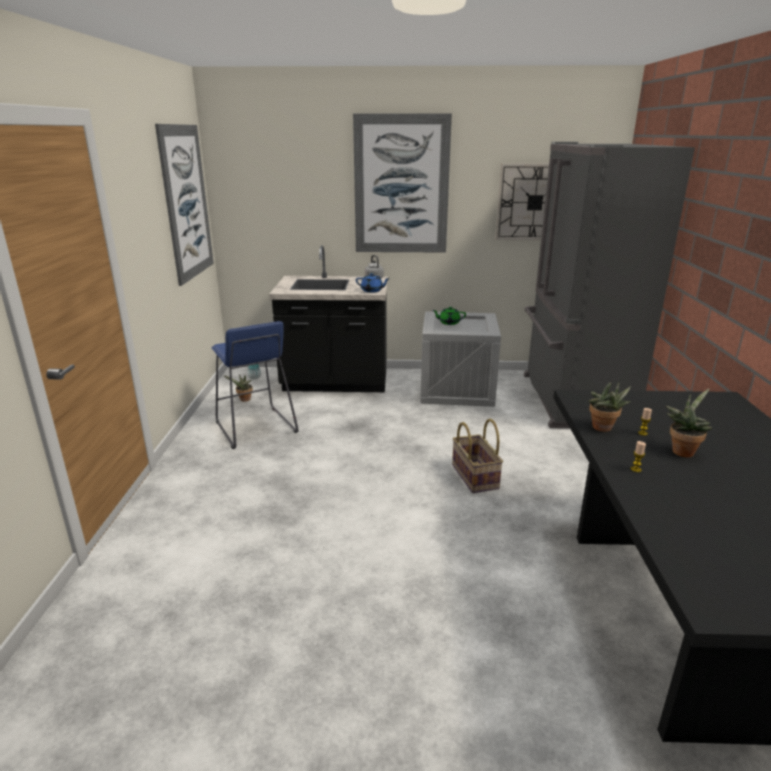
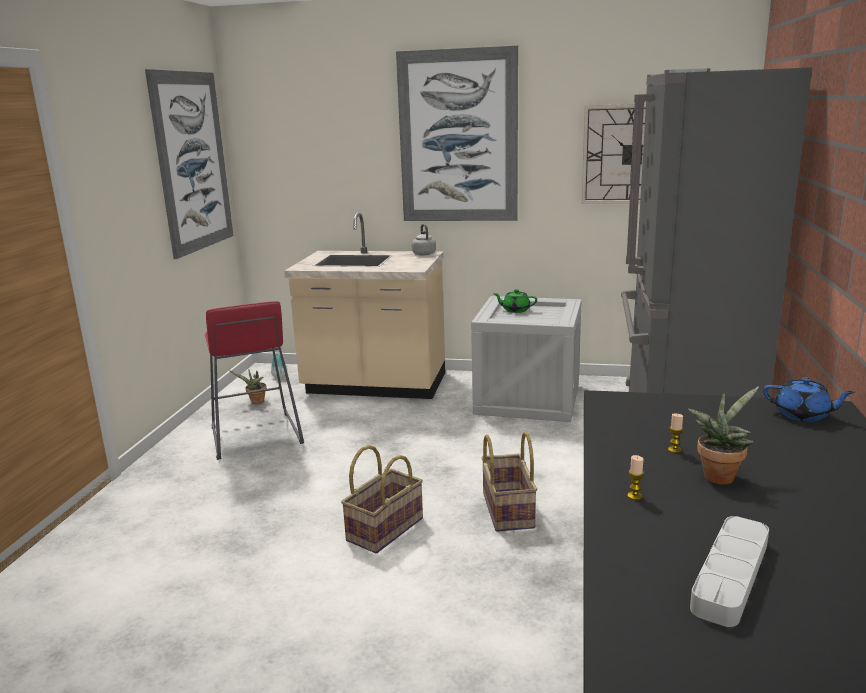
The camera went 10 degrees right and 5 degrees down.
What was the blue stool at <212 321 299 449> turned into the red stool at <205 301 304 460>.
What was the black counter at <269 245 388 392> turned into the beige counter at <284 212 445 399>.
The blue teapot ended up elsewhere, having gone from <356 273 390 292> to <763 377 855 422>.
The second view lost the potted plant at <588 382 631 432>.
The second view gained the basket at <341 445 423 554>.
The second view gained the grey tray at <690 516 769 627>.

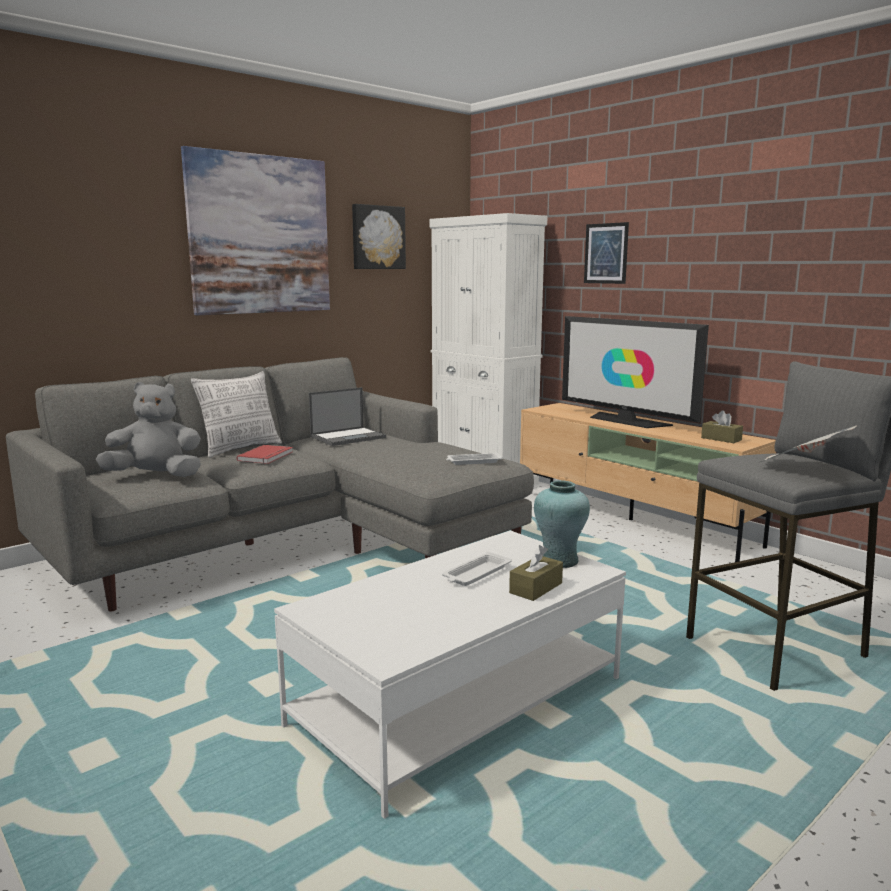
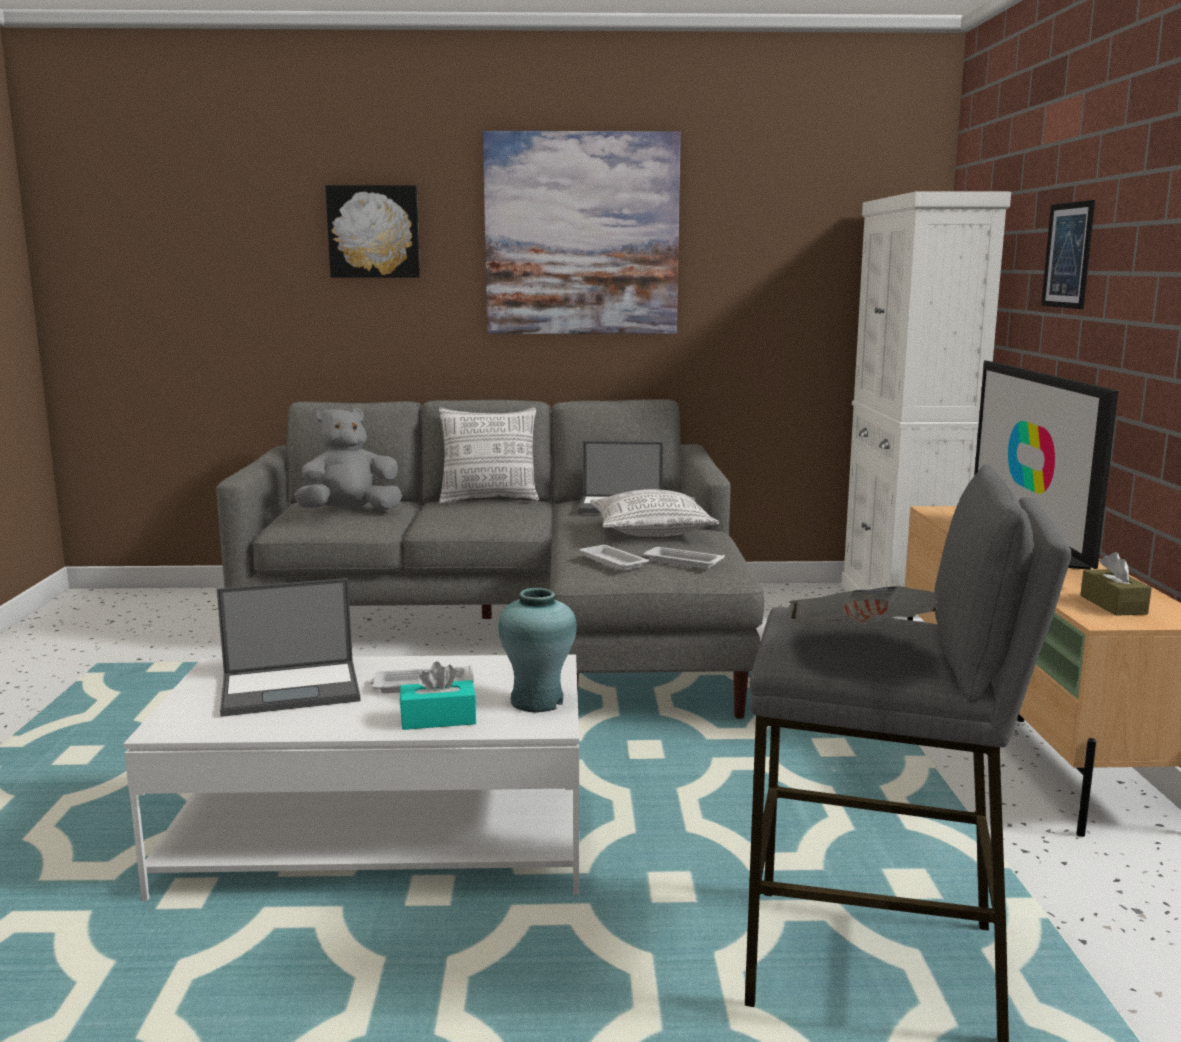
The camera went 40 degrees right and 0 degrees up.
The grey plush toy at <96 382 201 477> ended up facing another way, 60 degrees counterclockwise from before.
The second view lost the red book at <236 445 293 464>.
The picture ended up elsewhere, having gone from <352 204 406 269> to <325 185 420 278>.
What was the brown tissue box at <509 545 563 601> turned into the turquoise tissue box at <400 661 477 730>.
The second view gained the laptop at <217 578 361 717>.
The second view gained the white tray at <580 545 649 571>.
The second view gained the pillow at <590 489 719 537>.

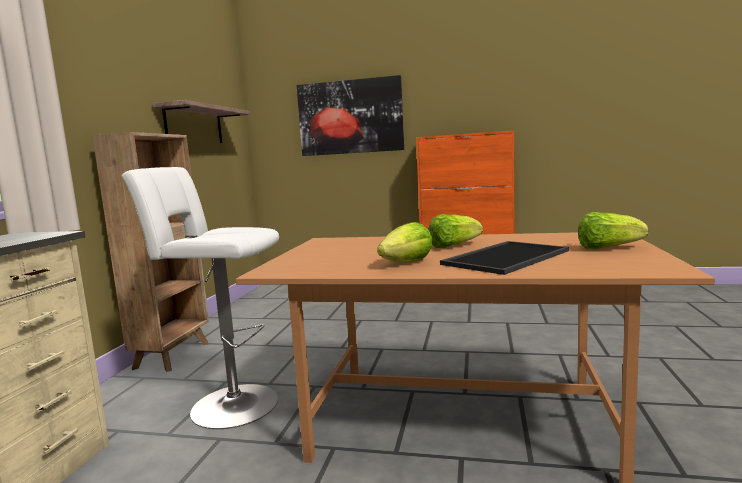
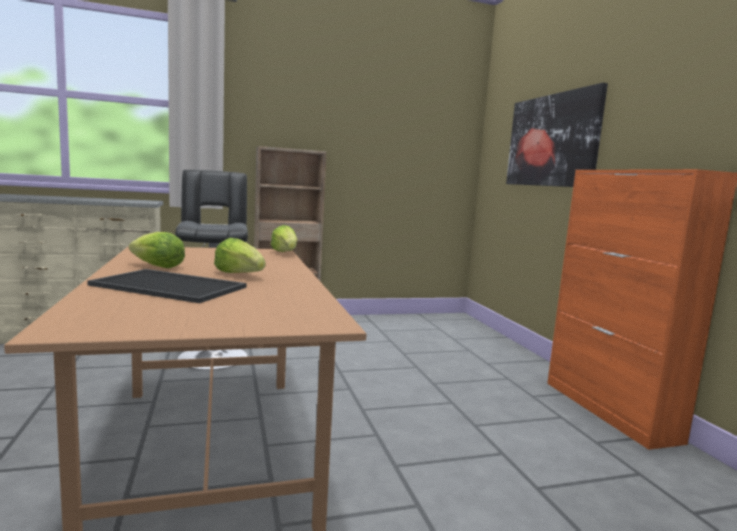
The camera went 60 degrees right and 0 degrees up.
What was the white stool at <121 167 279 429> turned into the black stool at <175 170 248 370>.
The second view lost the shelf at <153 100 251 143>.
The lettuce ended up elsewhere, having gone from <578 212 648 249> to <271 225 297 252>.

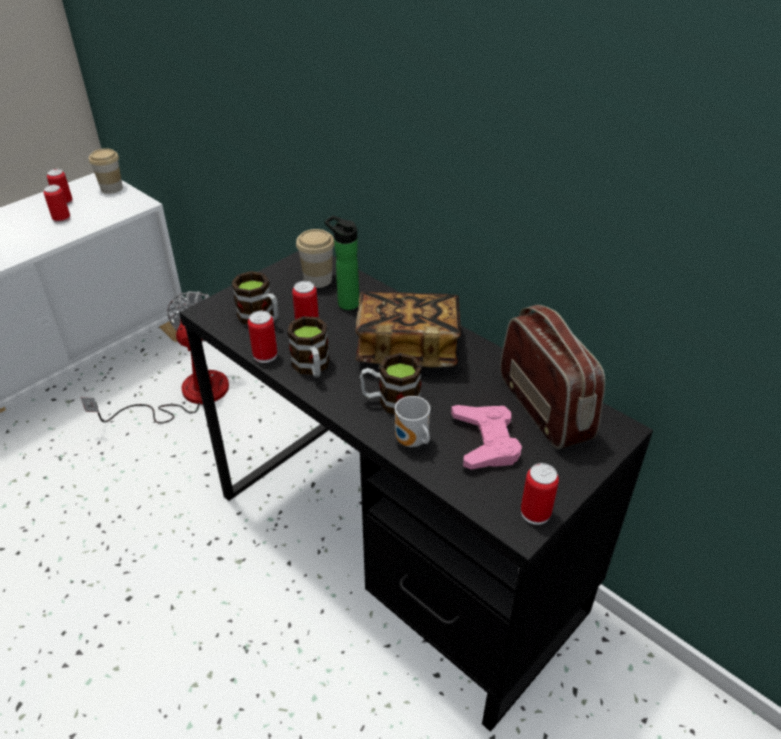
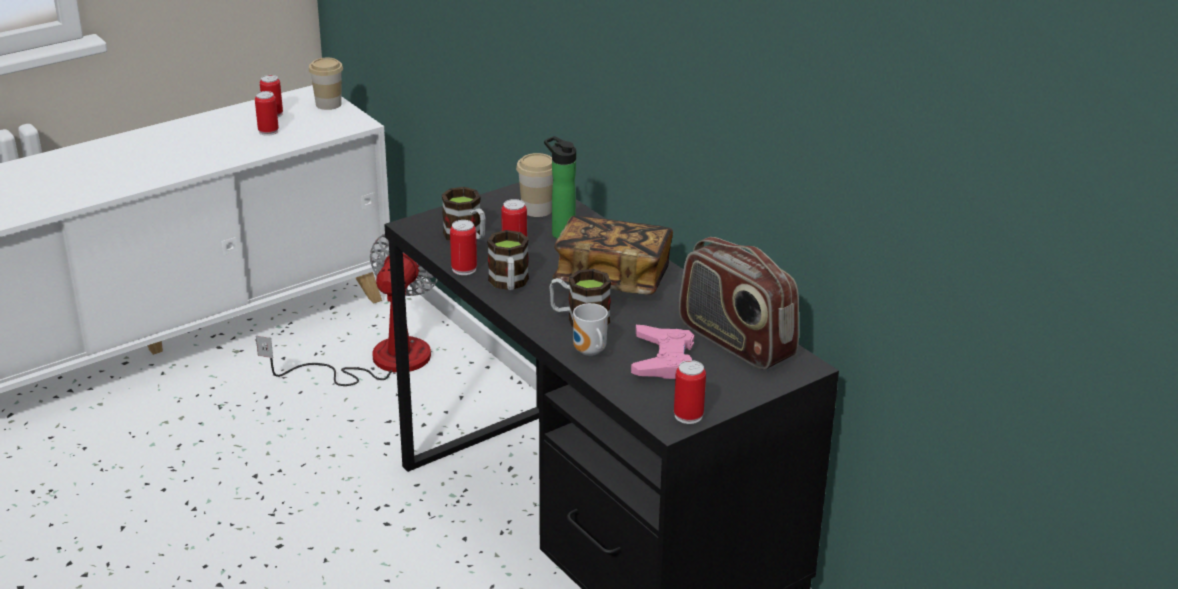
The camera went 10 degrees right and 10 degrees down.
The radio at <500 305 605 449> ended up facing another way, 150 degrees clockwise from before.

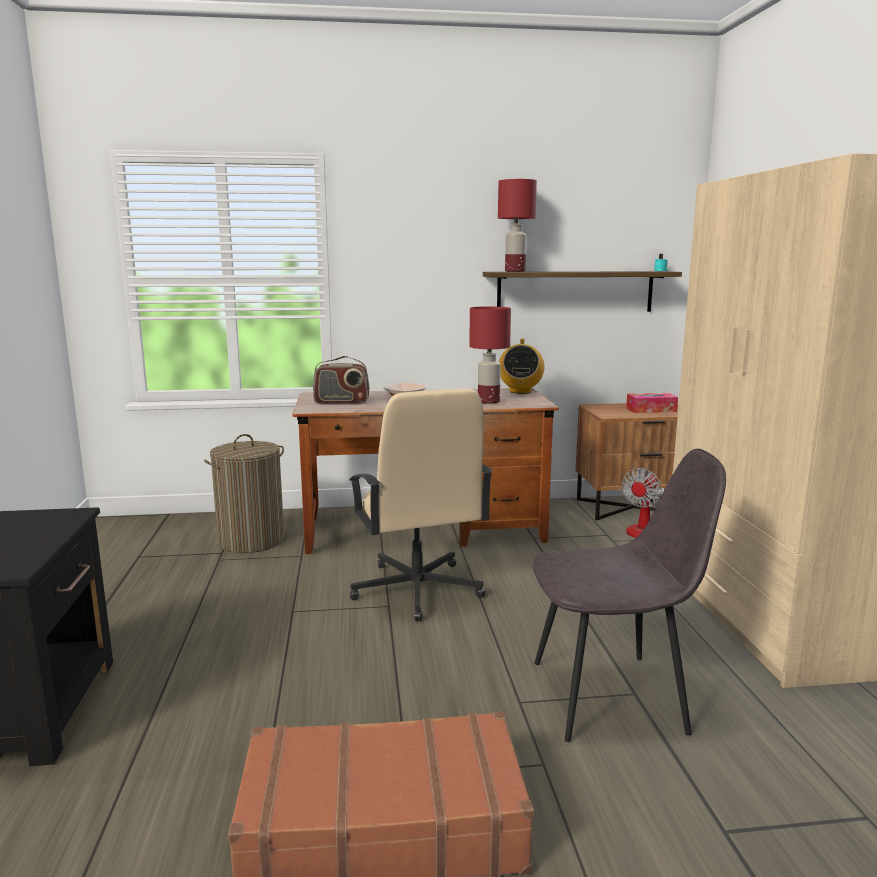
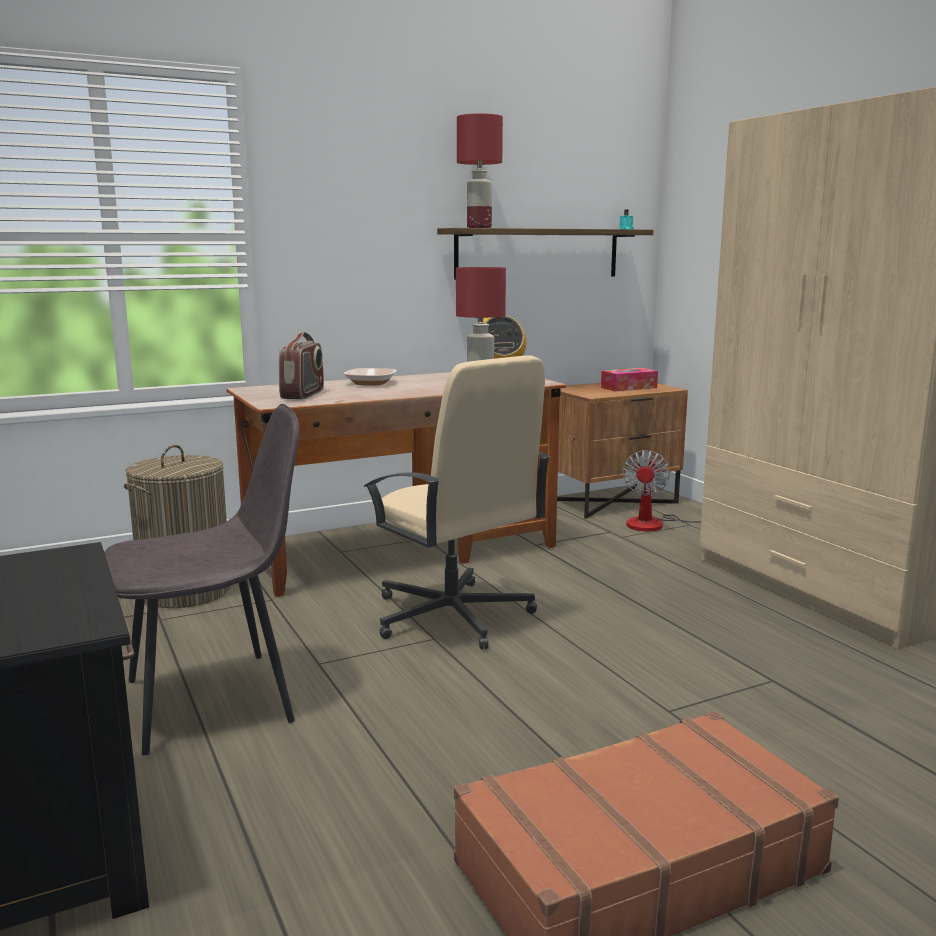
The camera went 20 degrees left and 0 degrees up.
The radio at <313 356 370 405> ended up facing another way, 60 degrees counterclockwise from before.
The grey chair ended up elsewhere, having gone from <532 449 726 742> to <104 404 299 755>.

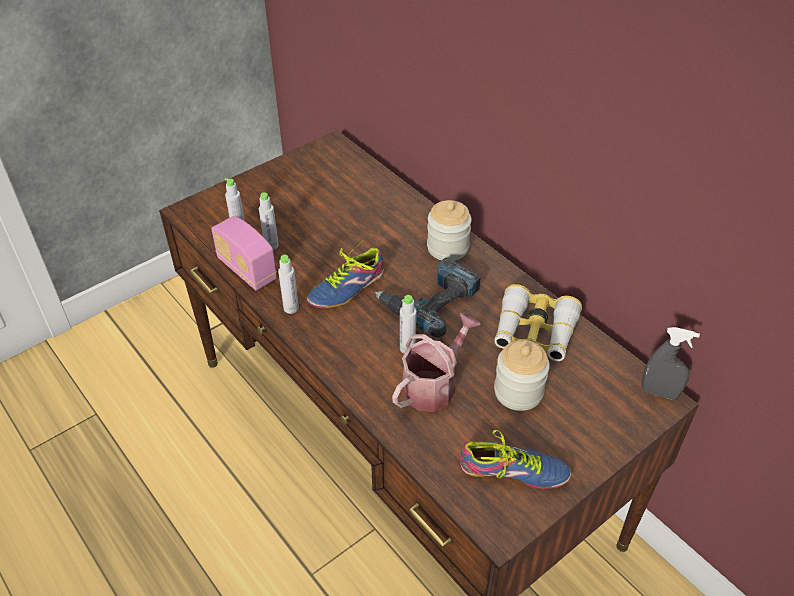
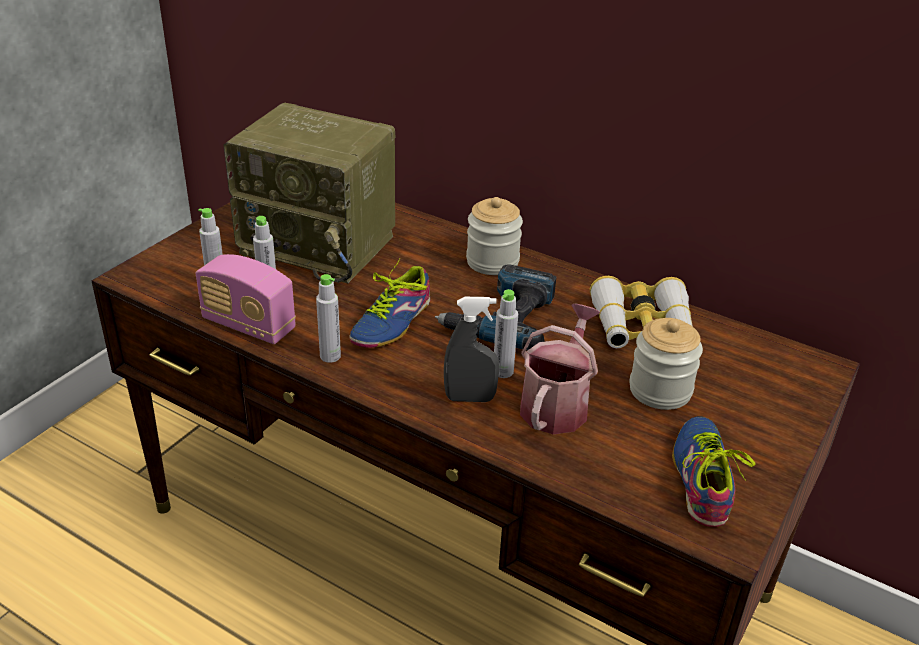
The camera went 20 degrees left and 10 degrees down.
The shoe at <460 430 571 489> ended up facing another way, 75 degrees counterclockwise from before.
The grey spray bottle ended up elsewhere, having gone from <641 327 700 399> to <444 297 500 402>.
The second view gained the radio at <223 103 395 283>.

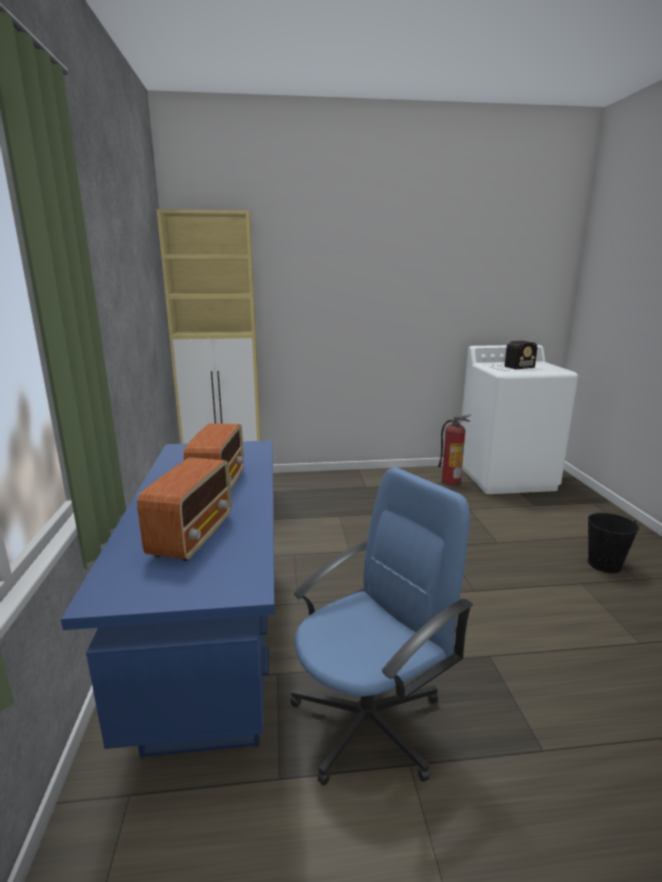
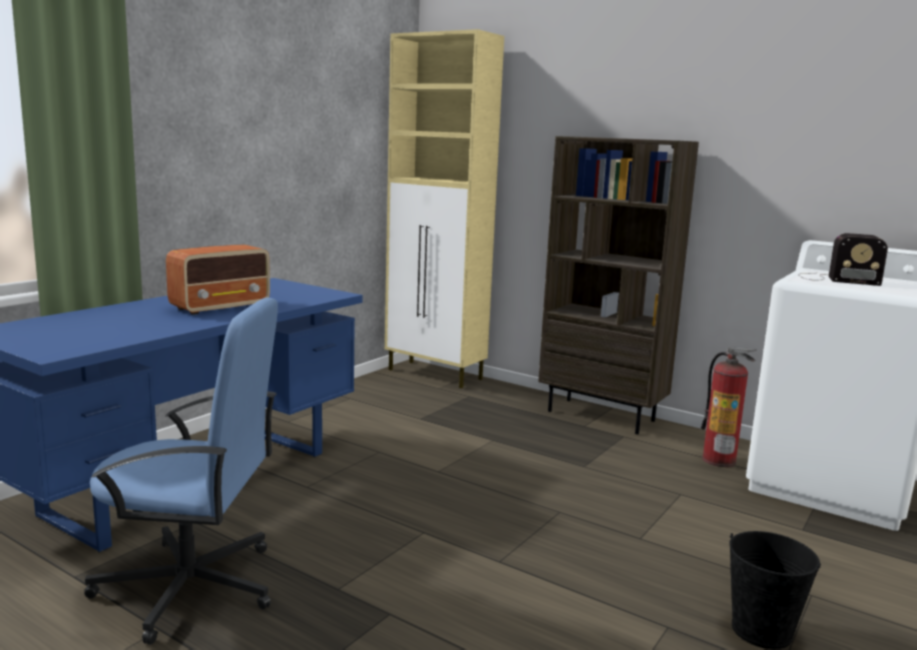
The camera went 40 degrees right and 5 degrees down.
The second view lost the radio at <137 457 231 561>.
The second view gained the brown bookcase at <538 136 699 434>.

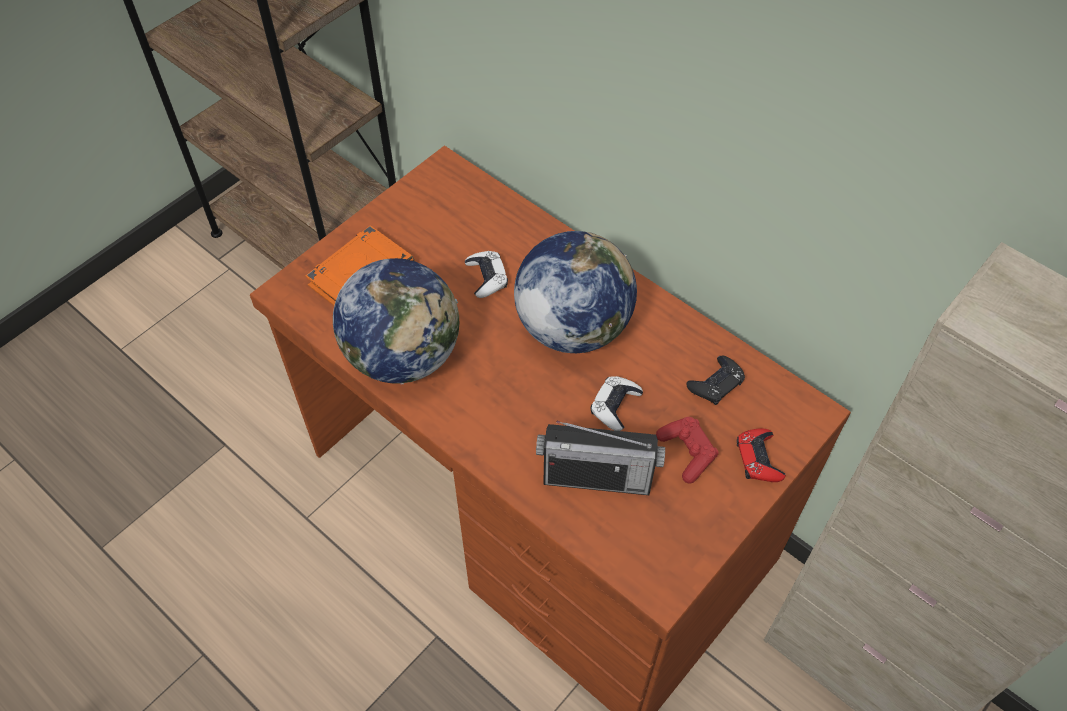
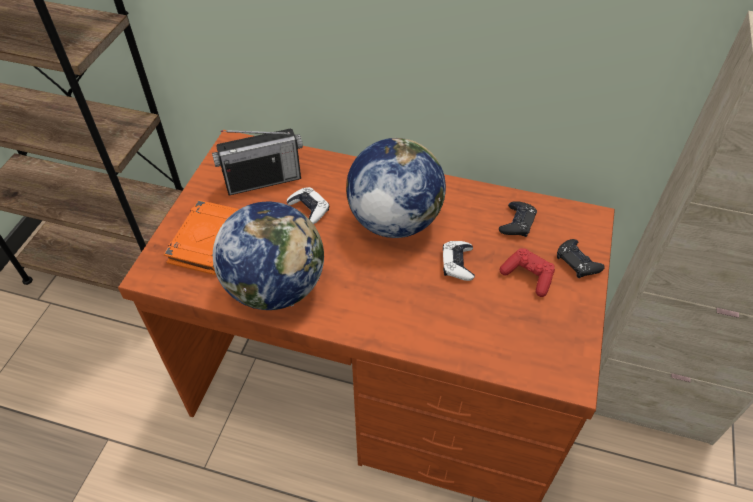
The camera went 25 degrees left and 5 degrees down.
The radio ended up elsewhere, having gone from <536 421 665 495> to <212 128 303 196>.
What was the red game controller at <737 428 786 482> turned into the black game controller at <557 239 605 278>.

